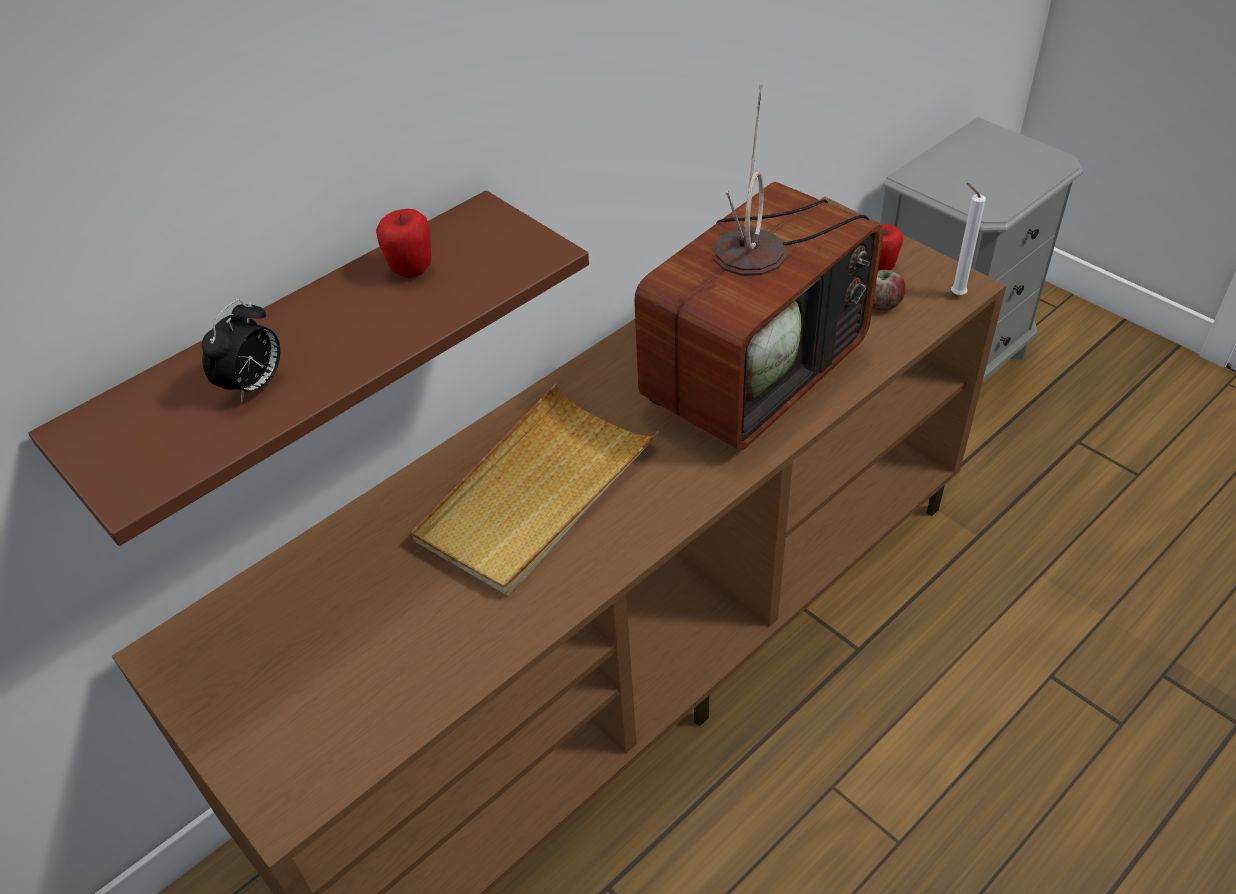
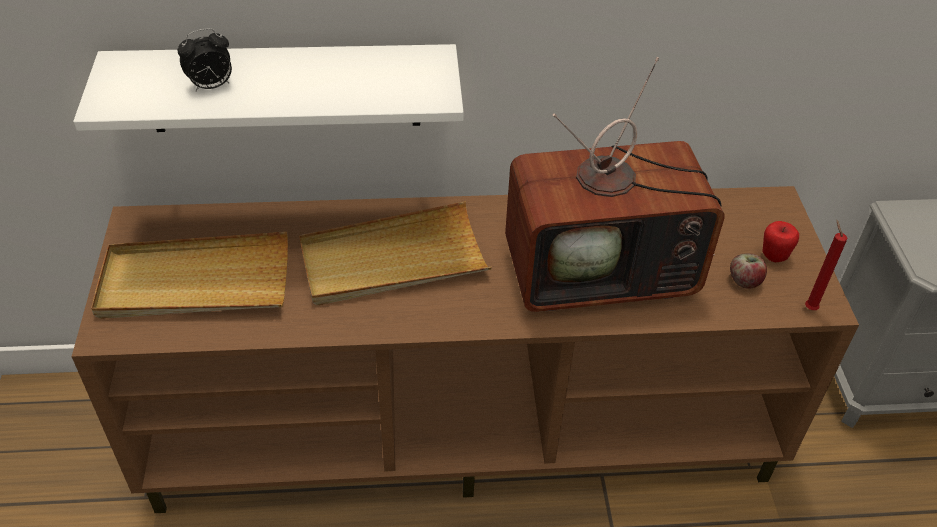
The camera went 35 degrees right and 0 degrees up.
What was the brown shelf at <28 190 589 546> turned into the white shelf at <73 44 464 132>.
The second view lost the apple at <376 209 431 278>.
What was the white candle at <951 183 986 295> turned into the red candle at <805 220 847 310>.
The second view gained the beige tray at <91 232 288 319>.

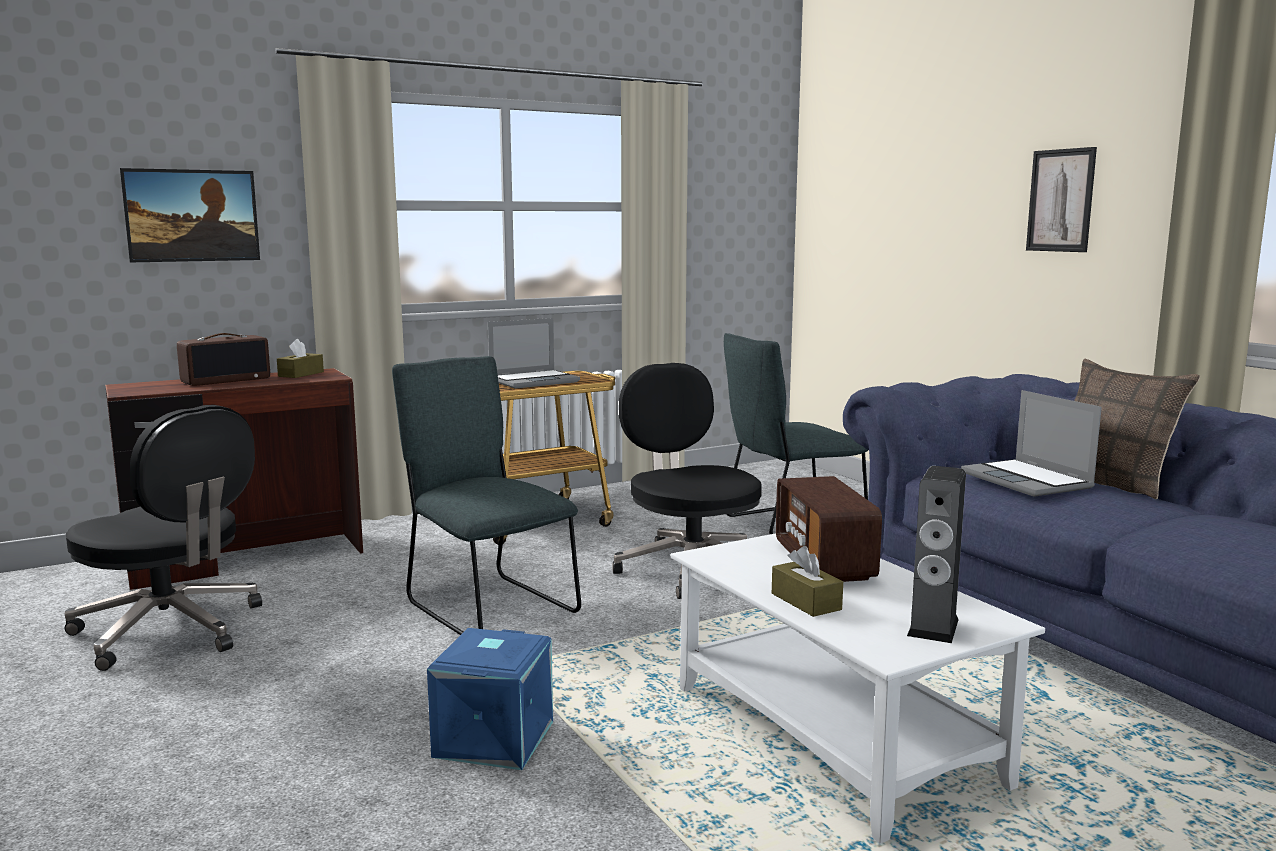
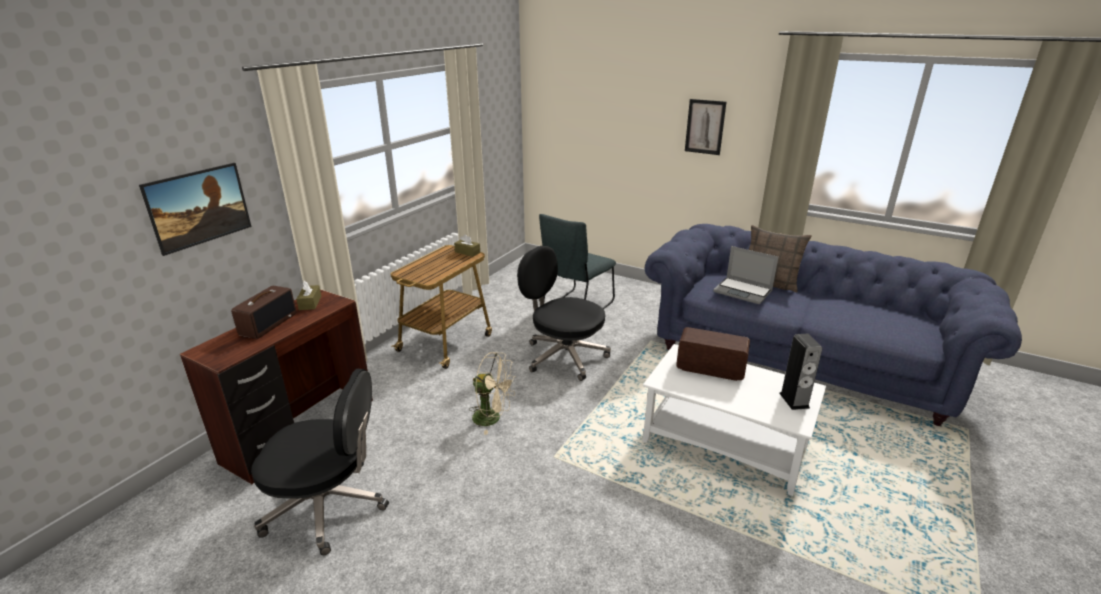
The camera went 30 degrees left and 15 degrees up.
Where the grey chair stood at <392 356 581 635>, the beige fan came to stand at <470 352 516 435>.
The second view lost the blue storage box at <427 628 553 770>.
The second view lost the laptop at <488 318 580 389>.
The brown tissue box ended up elsewhere, having gone from <772 546 843 617> to <454 234 480 257>.
The radio at <776 476 882 582> ended up facing another way, 150 degrees clockwise from before.

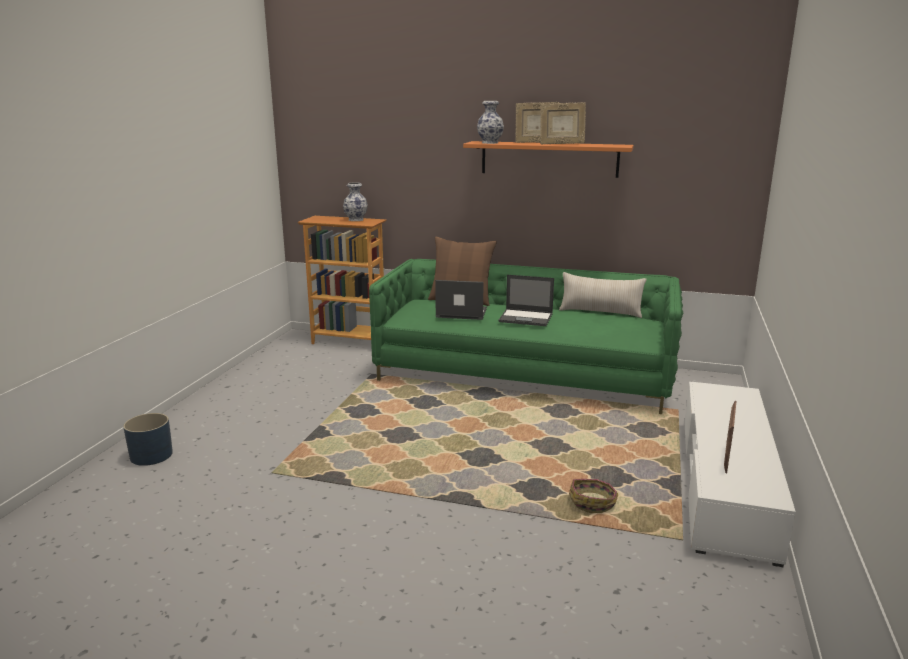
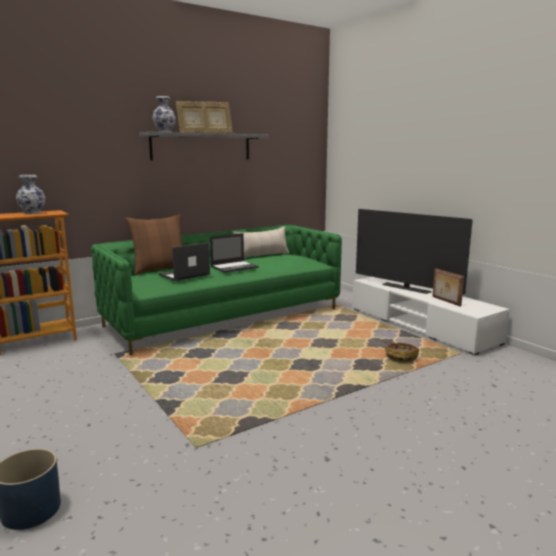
The camera went 50 degrees left and 5 degrees down.
What was the orange shelf at <463 141 633 178> turned into the grey shelf at <139 132 269 160>.
The second view gained the television at <356 209 473 295>.

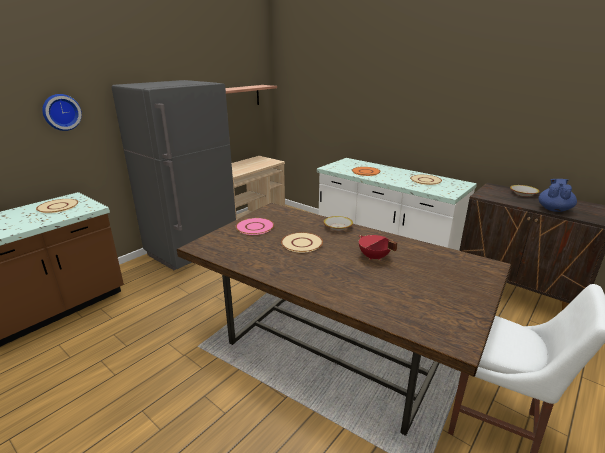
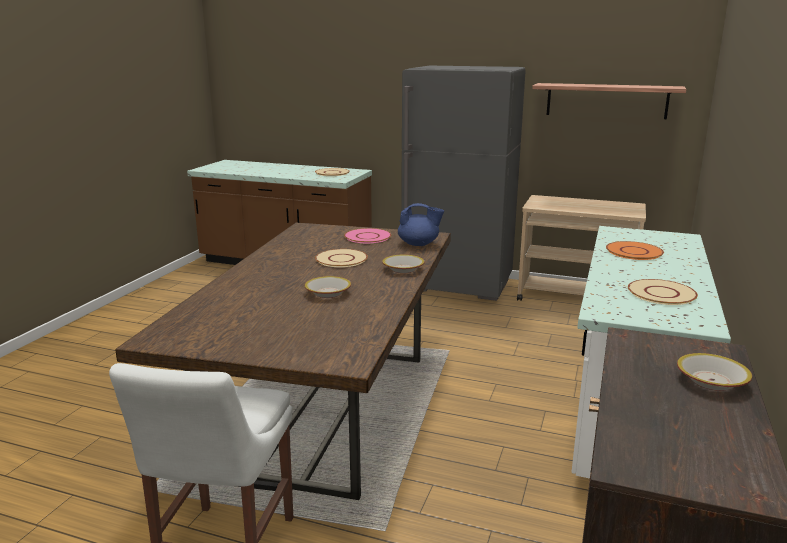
The camera went 70 degrees right and 5 degrees down.
The second view lost the wall clock at <42 94 82 131>.
Where the red cooking pot stood at <359 235 398 260>, the bowl came to stand at <305 276 351 298>.
The blue teapot ended up elsewhere, having gone from <538 179 577 212> to <398 203 444 246>.

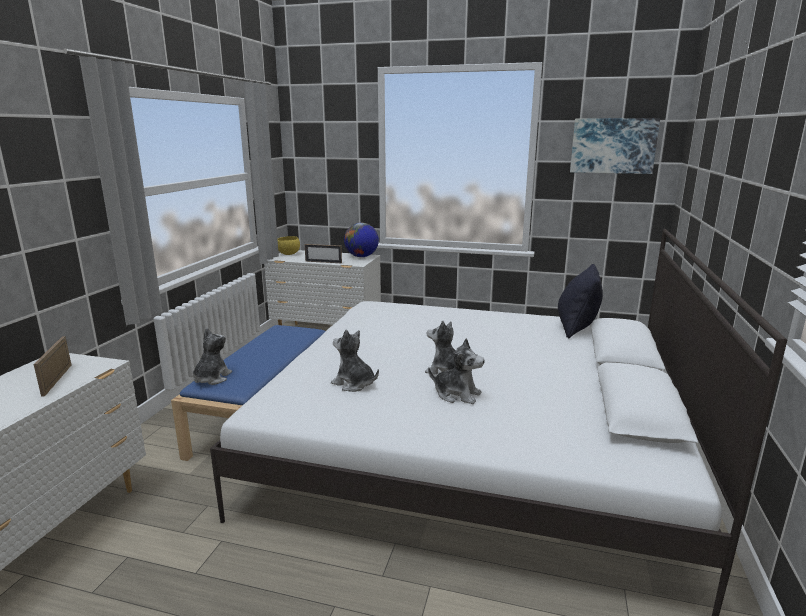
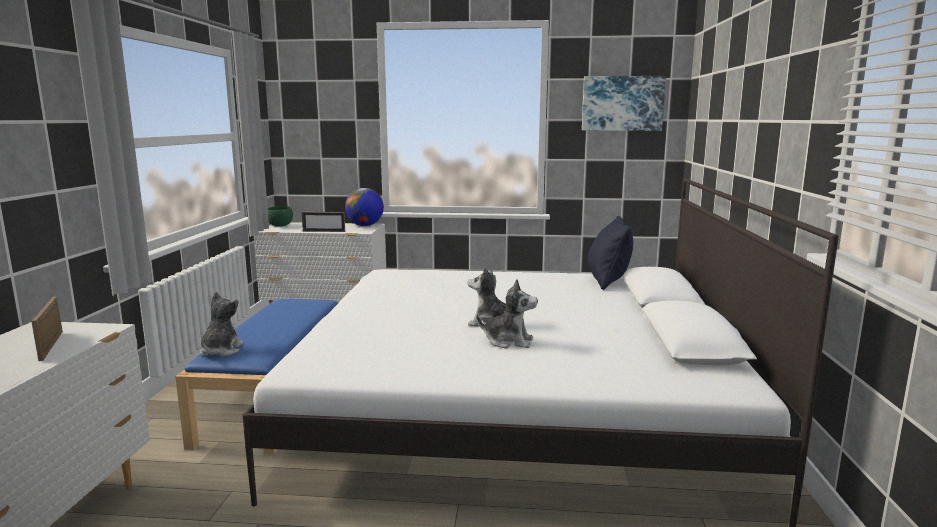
The camera went 10 degrees left and 5 degrees down.
What was the yellow bowl at <278 236 300 255> turned into the green bowl at <268 206 293 227>.
The second view lost the plush toy at <331 329 379 392>.

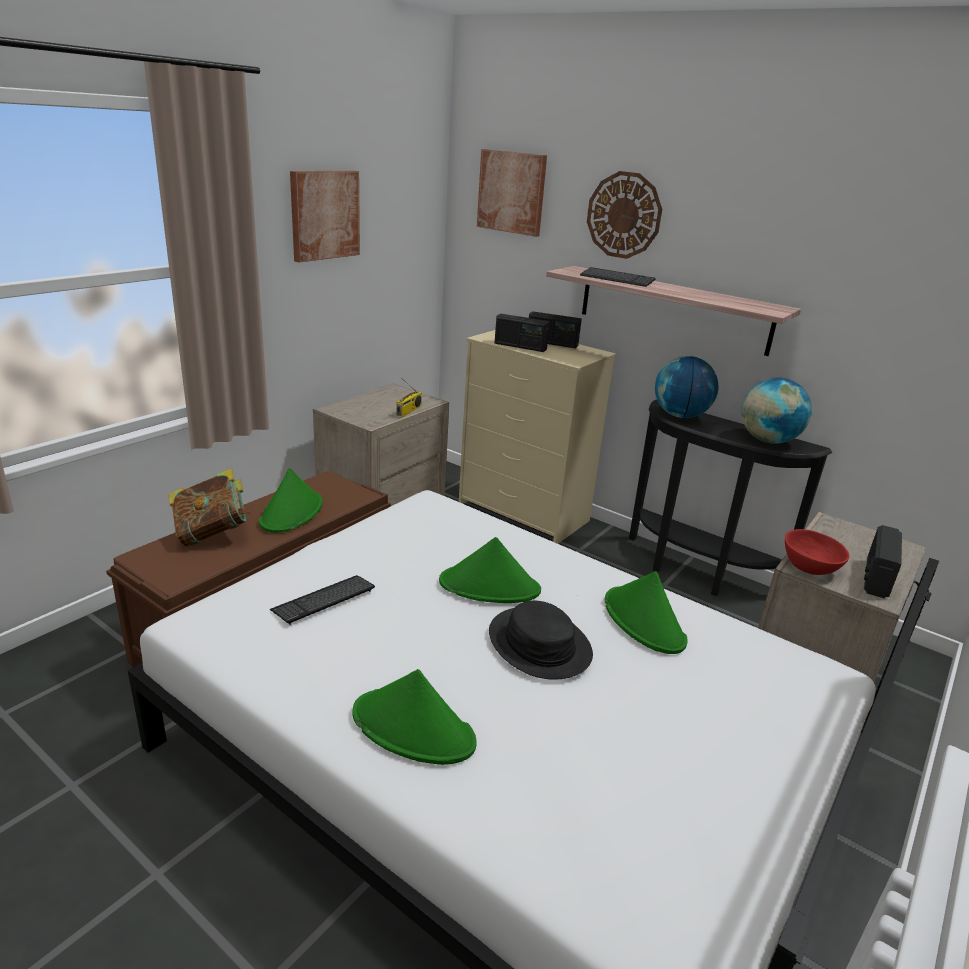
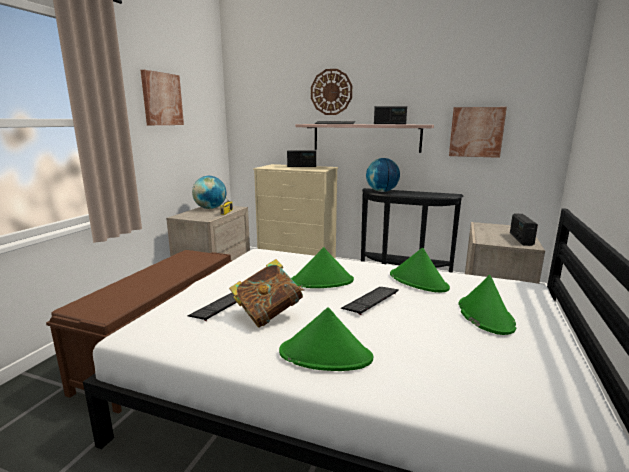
The camera went 15 degrees left and 10 degrees down.
The book ended up elsewhere, having gone from <168 468 251 547> to <229 259 304 328>.
The green hat ended up elsewhere, having gone from <259 468 323 533> to <458 275 516 335>.
The picture ended up elsewhere, having gone from <477 149 547 237> to <449 107 507 158>.
Where the black hat stood at <489 601 593 680>, the keyboard came to stand at <341 287 399 315>.
The radio ended up elsewhere, having gone from <495 313 550 352> to <374 106 407 124>.
The globe ended up elsewhere, having gone from <741 378 812 444> to <192 176 226 209>.
The second view lost the red bowl at <785 529 849 575>.

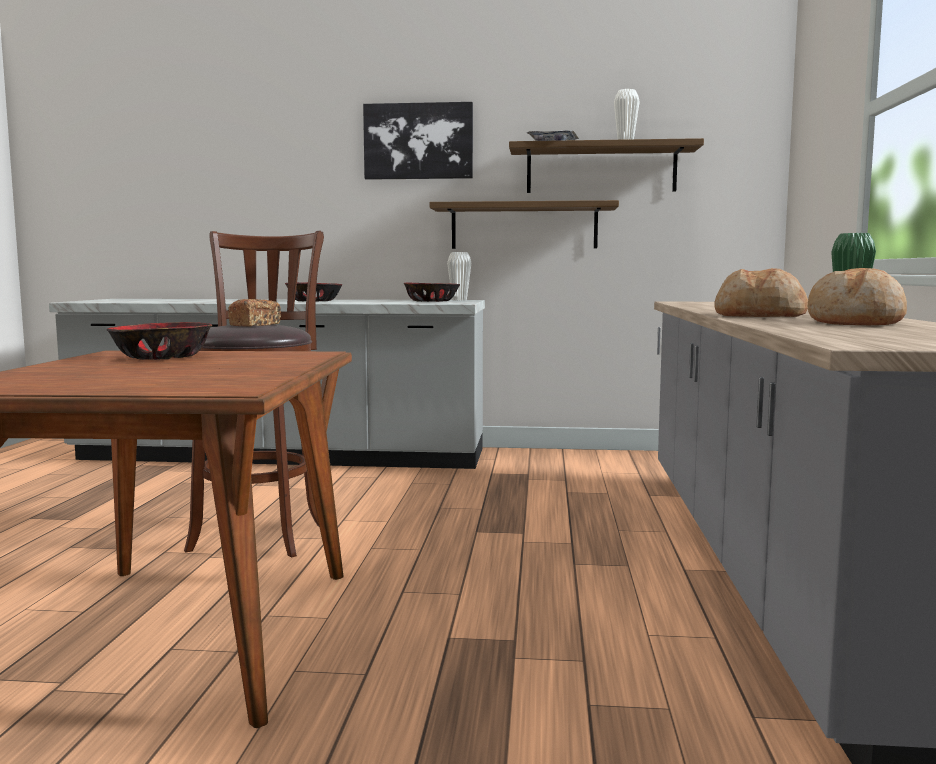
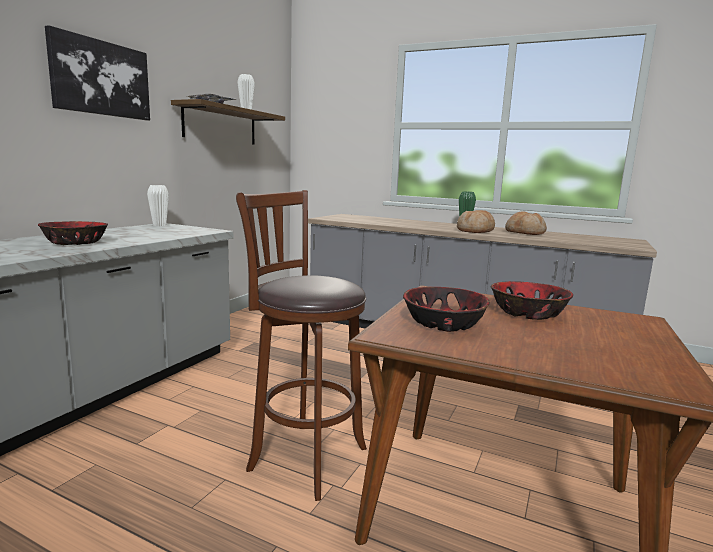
The camera went 70 degrees left and 5 degrees up.
The second view lost the bread at <228 299 281 327>.
The bowl ended up elsewhere, having gone from <404 283 460 302> to <491 281 573 320>.
The second view lost the shelf at <430 200 619 249>.

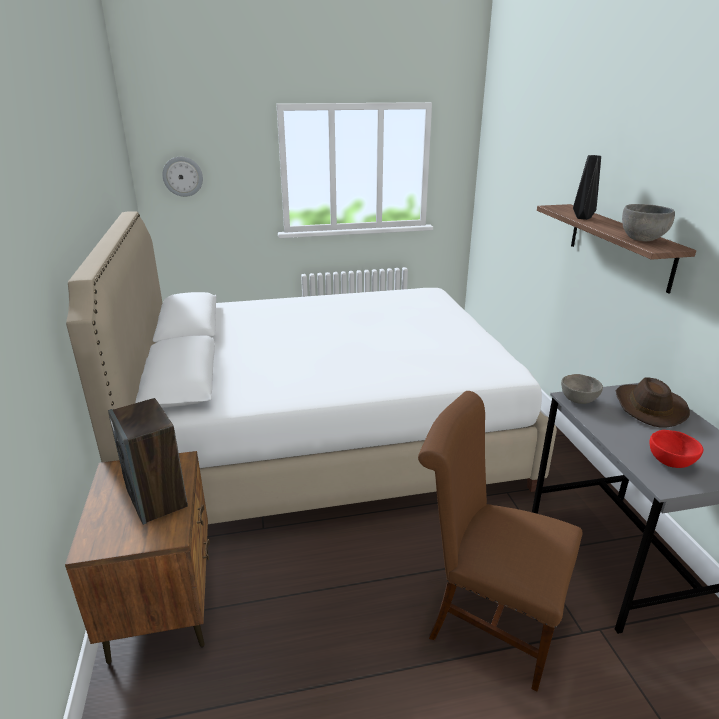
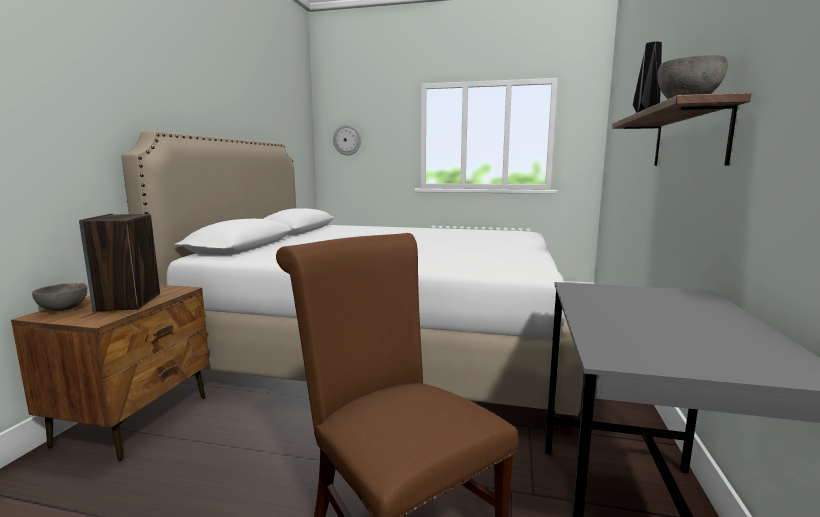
The camera went 25 degrees right and 15 degrees down.
The grey bowl ended up elsewhere, having gone from <561 374 603 404> to <32 283 87 311>.
The second view lost the brown hat at <616 377 690 428>.
The second view lost the red bowl at <649 430 703 468>.

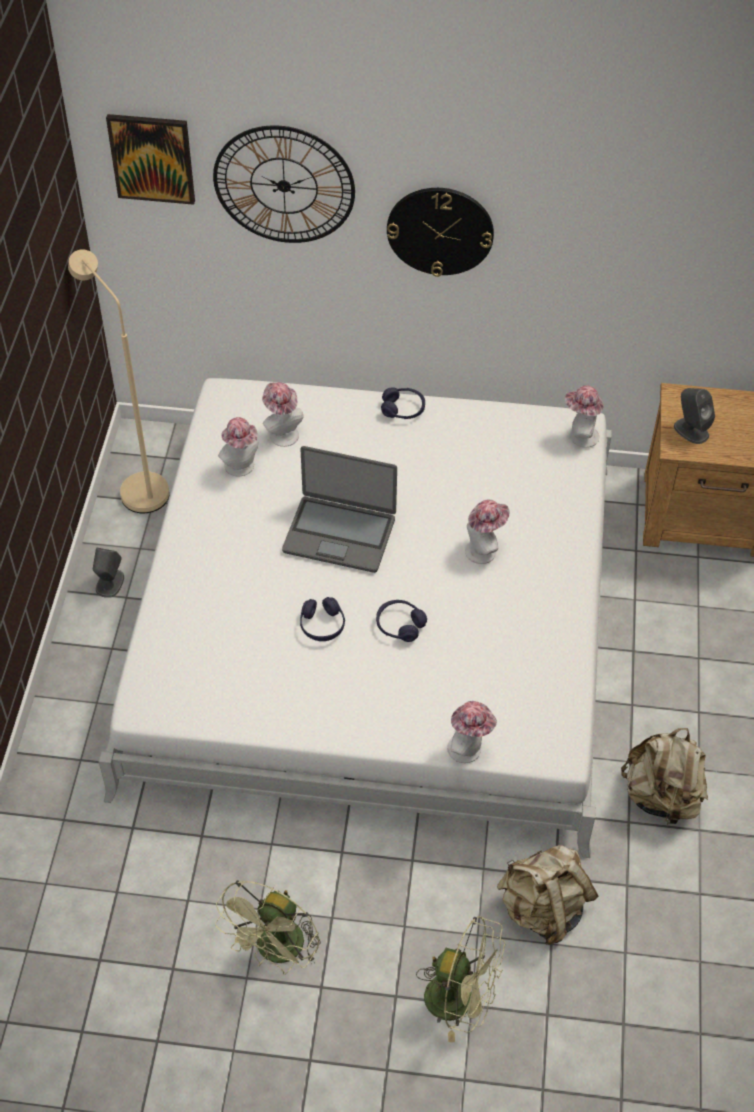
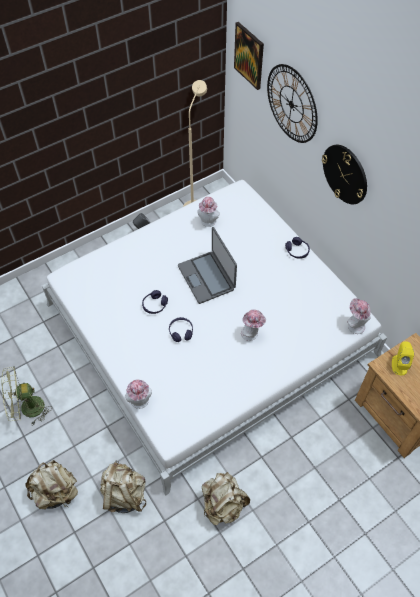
The camera went 50 degrees right and 5 degrees up.
The second view lost the hat at <262 382 304 447>.
Where the green fan stood at <416 916 505 1042>, the beige backpack came to stand at <25 460 78 509>.
What was the grey speaker at <674 388 715 444> turned into the yellow speaker at <392 341 414 375>.

